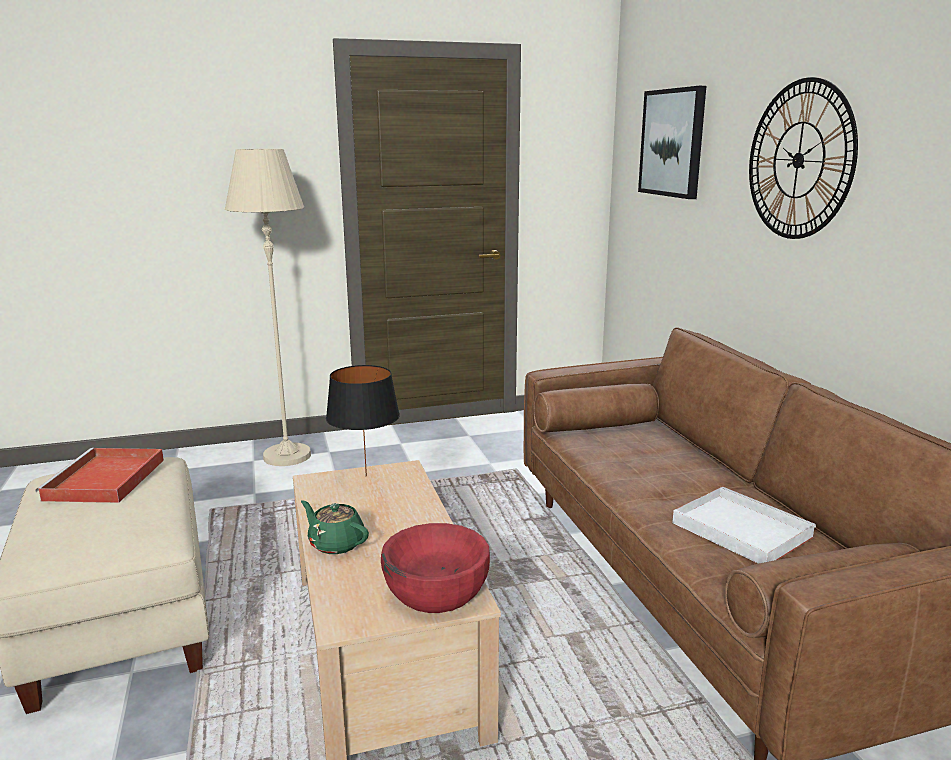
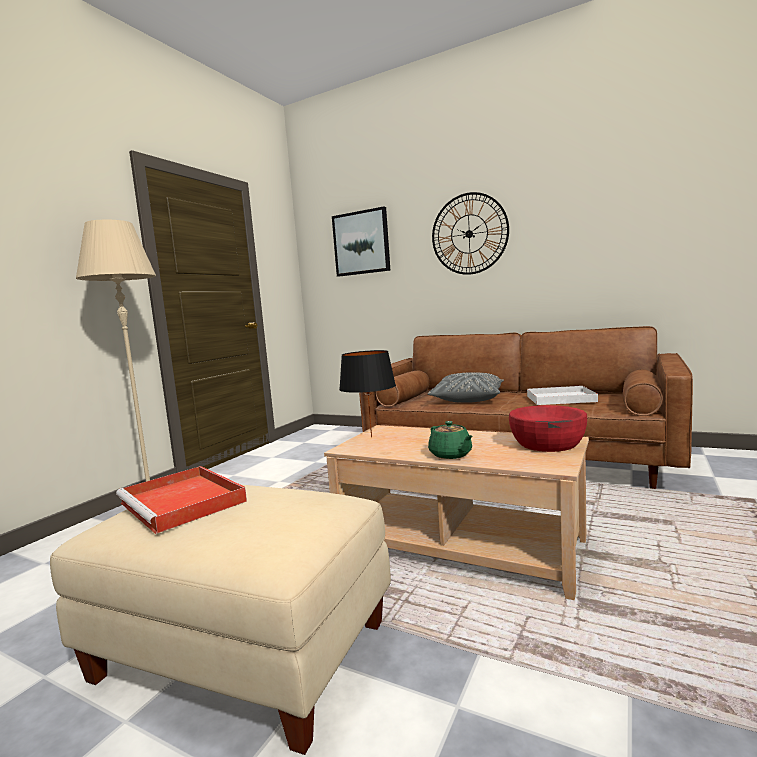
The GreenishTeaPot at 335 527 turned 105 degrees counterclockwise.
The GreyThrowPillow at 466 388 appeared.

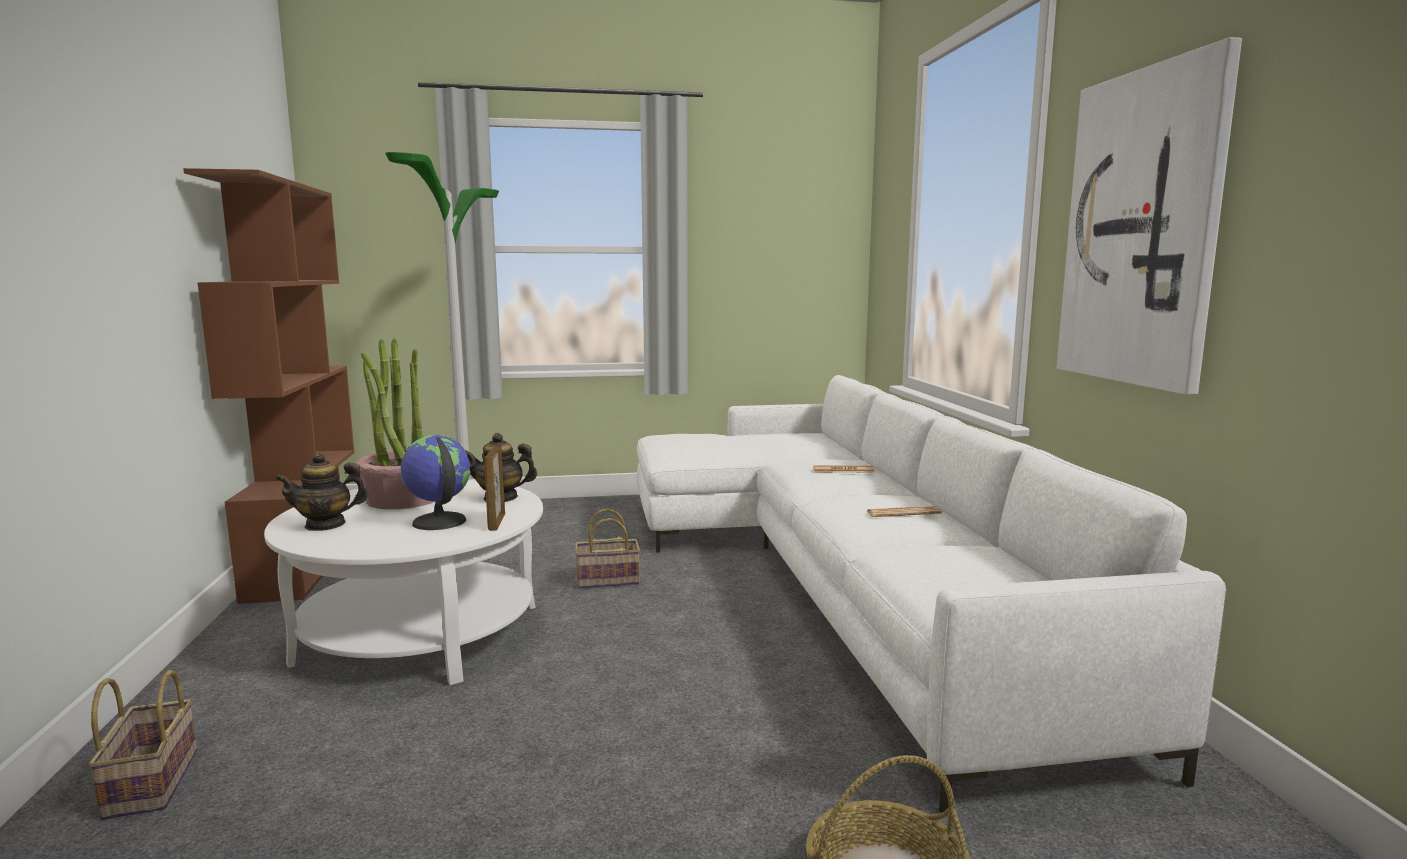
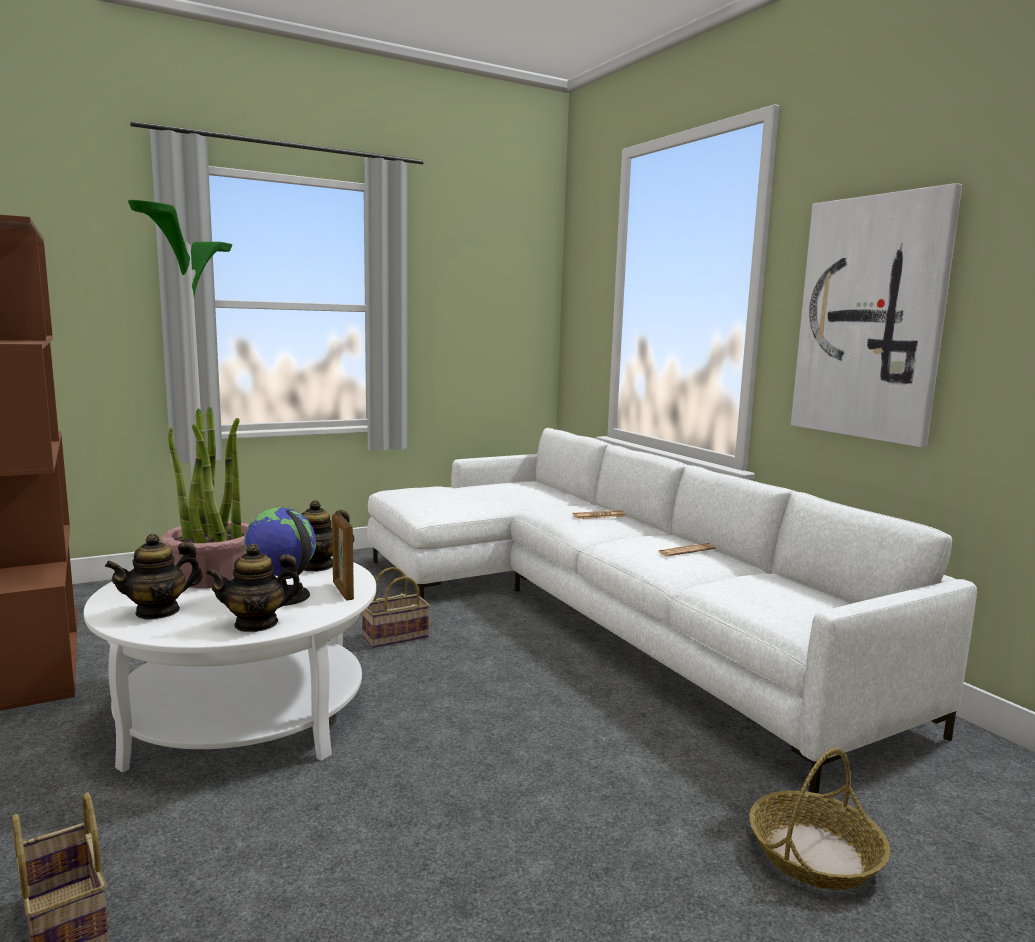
The TeaPot at 254 587 appeared.

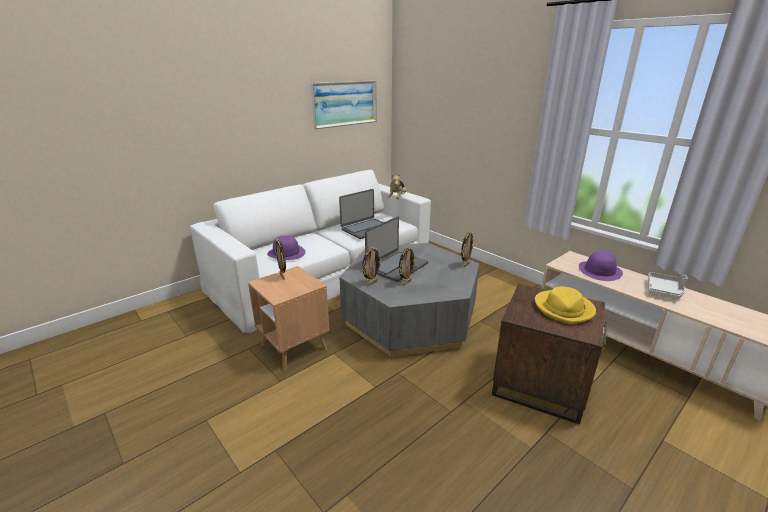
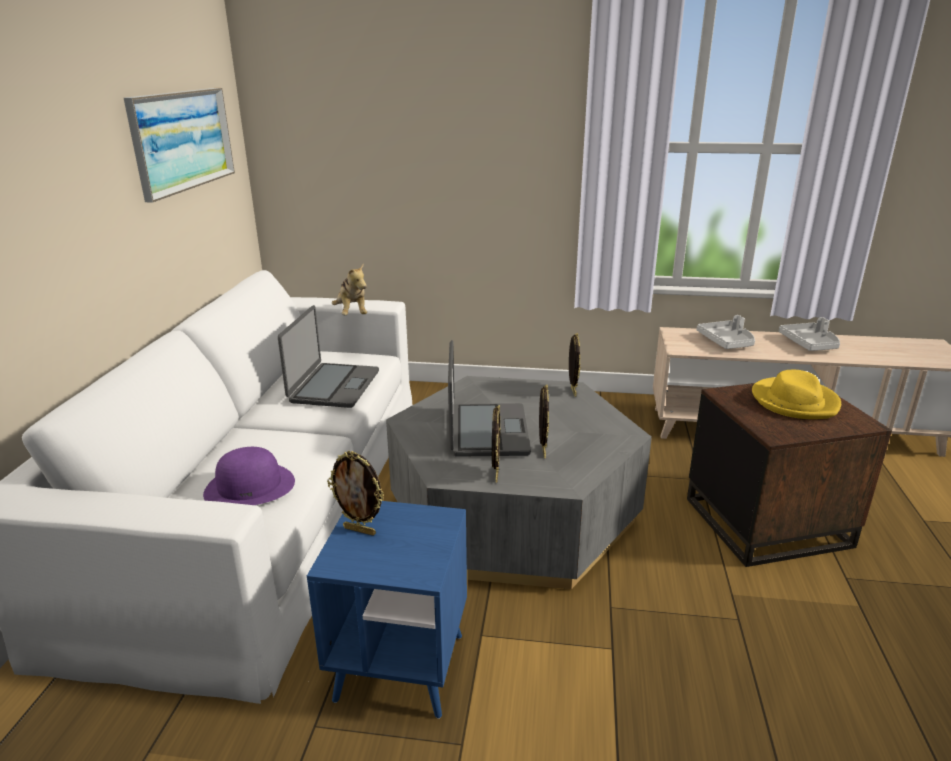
The BrownishEndTable at 289 318 became the BluishEndTable at 387 610.
The PurpleColouredHat at 601 265 was replaced by the GreyCarryingTray at 726 332.

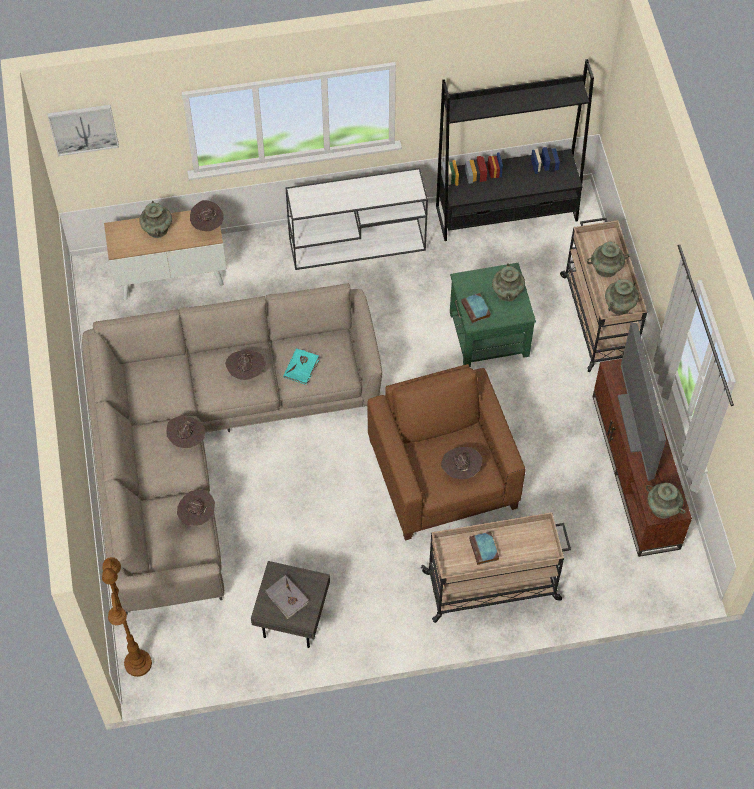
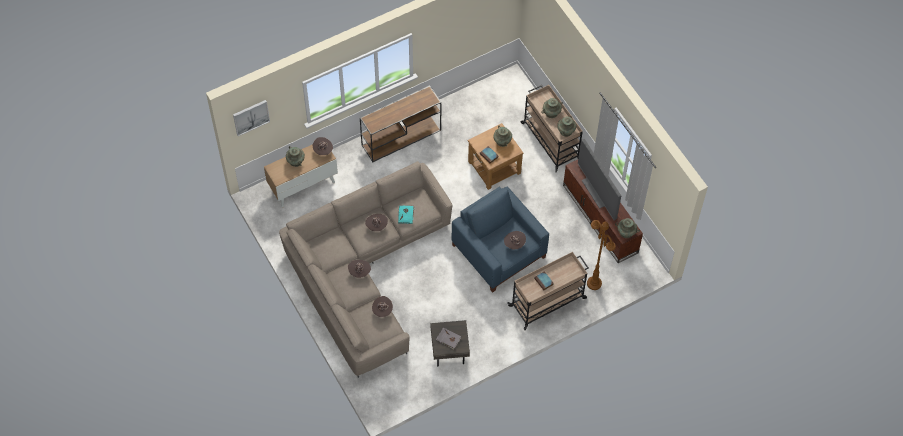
The BrownishFloorLamp moved from 127 617 to 601 255.
The WhitishNarrowTable at 357 219 became the BrownishNarrowTable at 400 123.
The BrownishLoungeChair at 446 452 became the BluishLoungeChair at 500 239.
The BlackBookshelf at 515 150 disappeared.
The GreenishEndTable at 493 314 became the BrownishEndTable at 496 156.

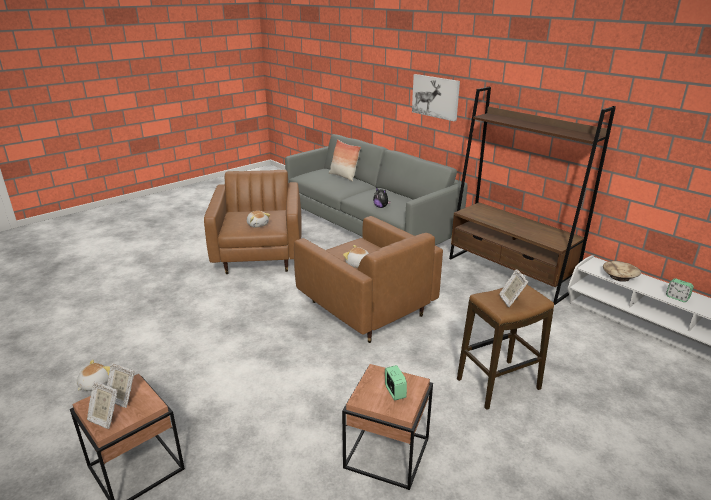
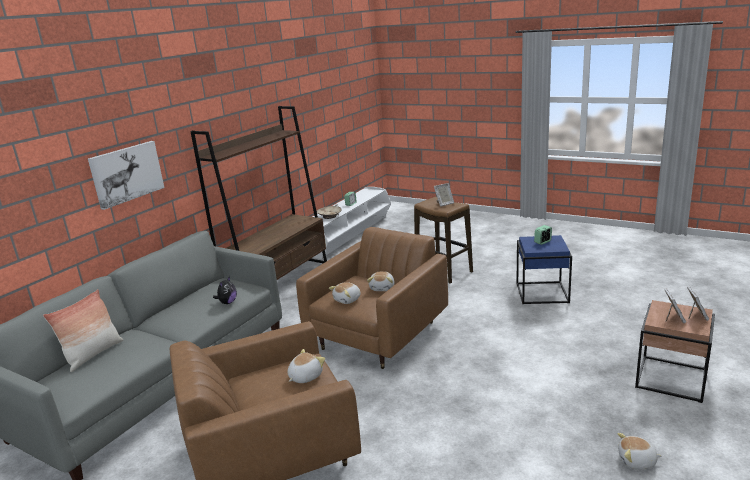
The BrownishEndTable at 387 427 became the BluishEndTable at 544 269.
The CuddlyToy at 345 293 appeared.

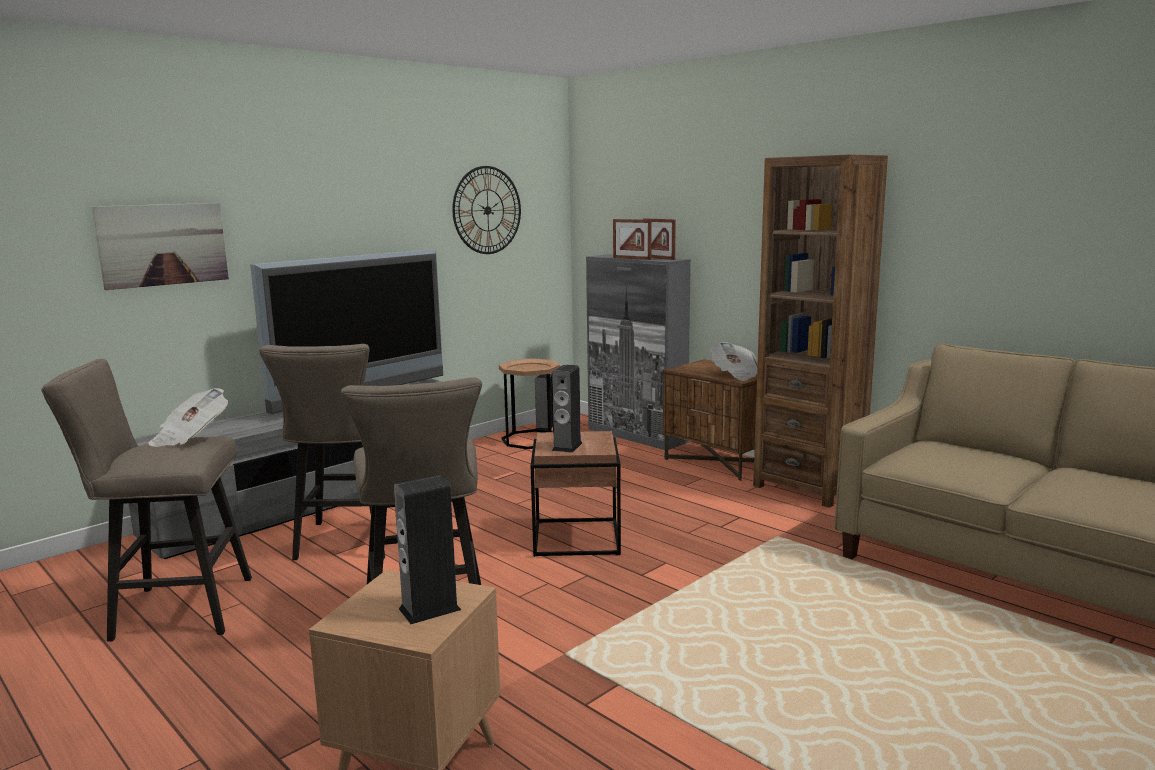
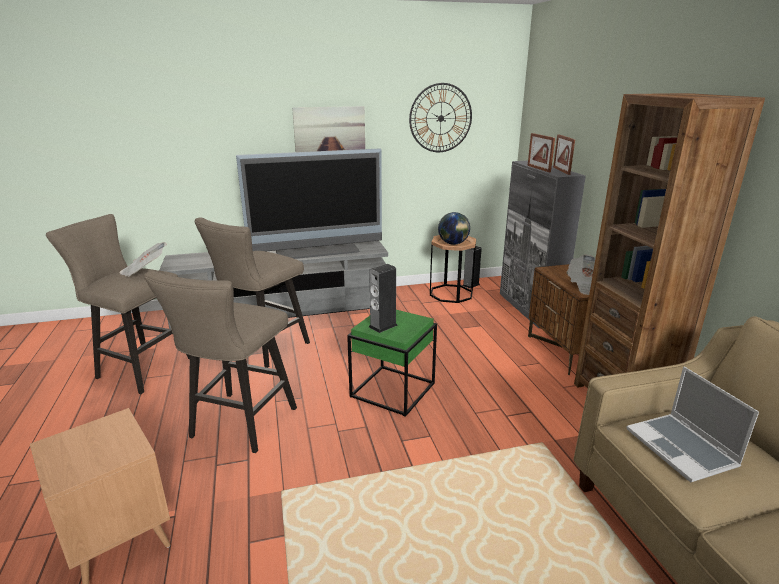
The WallArt moved from 160 246 to 328 129.
The Loudspeaker at 427 549 disappeared.
The BrownishEndTable at 576 494 became the GreenishEndTable at 392 363.
The Globe at 454 228 appeared.
The NotebookComputer at 692 424 appeared.

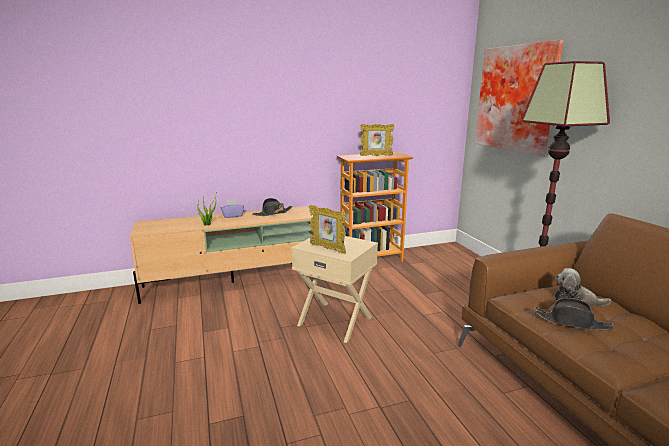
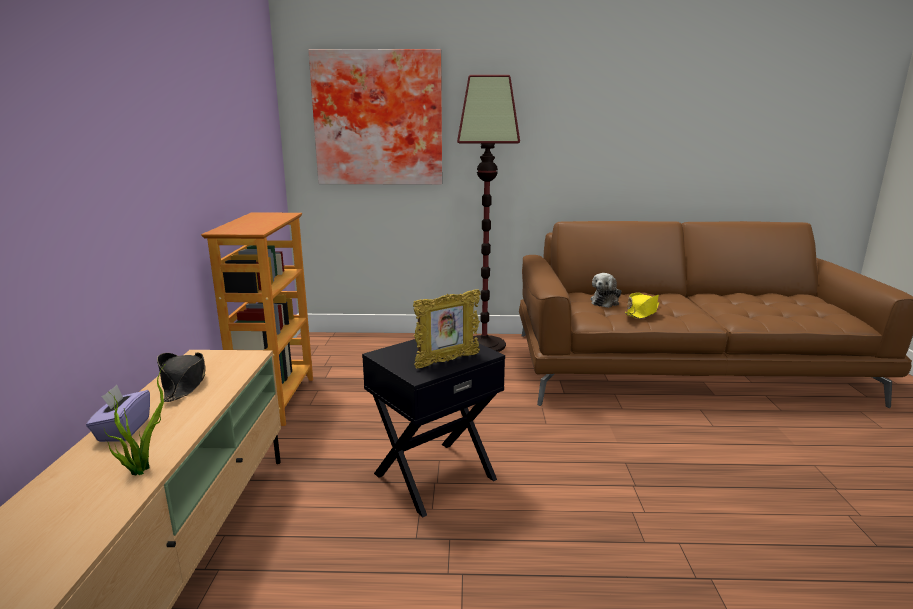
The BeigeColouredEndTable at 334 289 became the BlackEndTable at 433 428.
The PictureFrame at 377 140 disappeared.
The BlackHat at 573 314 became the YellowColouredHat at 642 306.

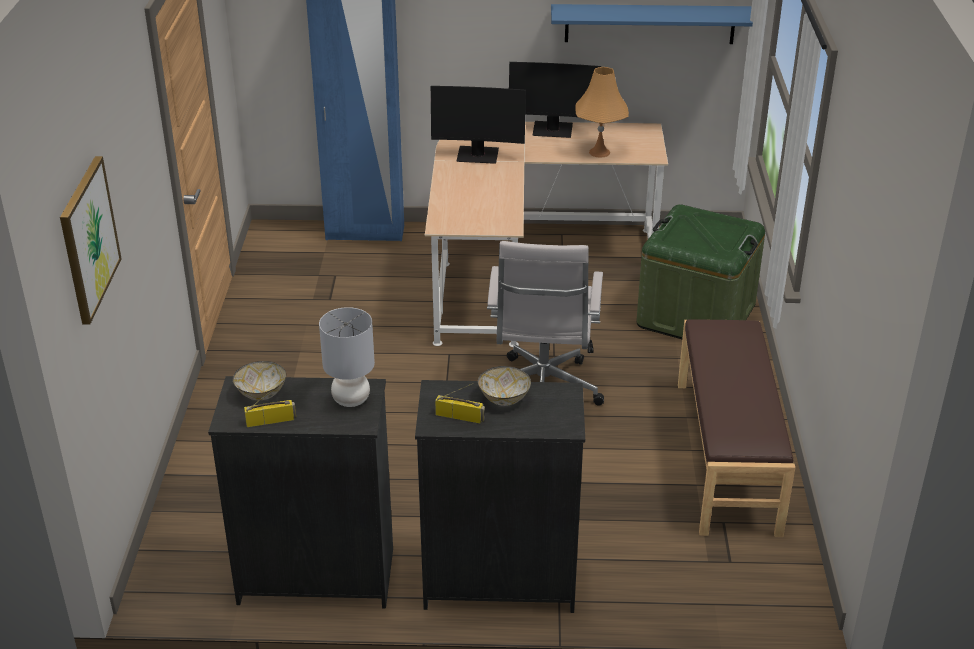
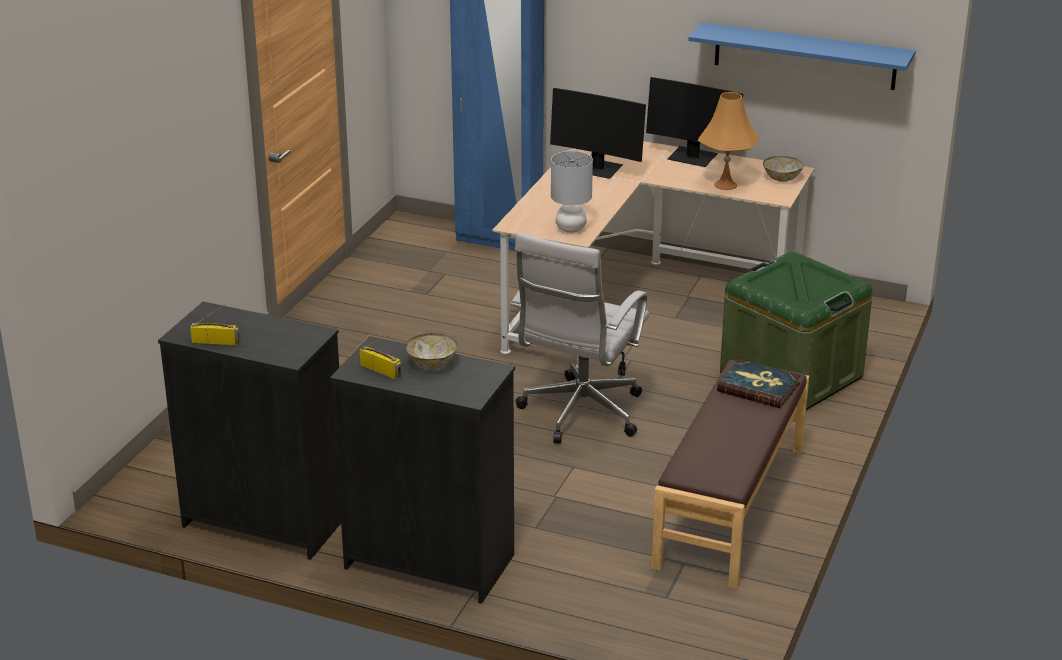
The WallArt at 91 240 disappeared.
The DeepDish moved from 259 380 to 783 169.
The GreyLampForATable moved from 347 357 to 572 192.
The BoundBook at 759 383 appeared.

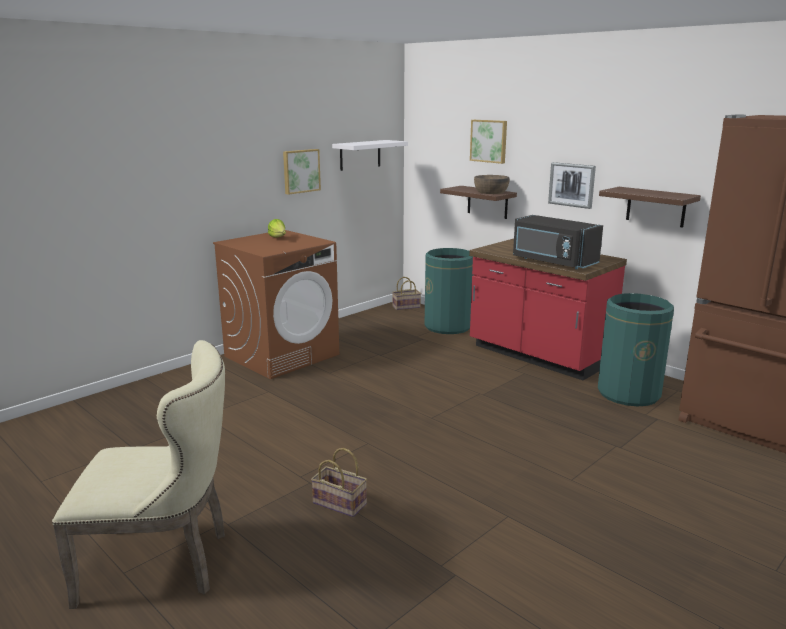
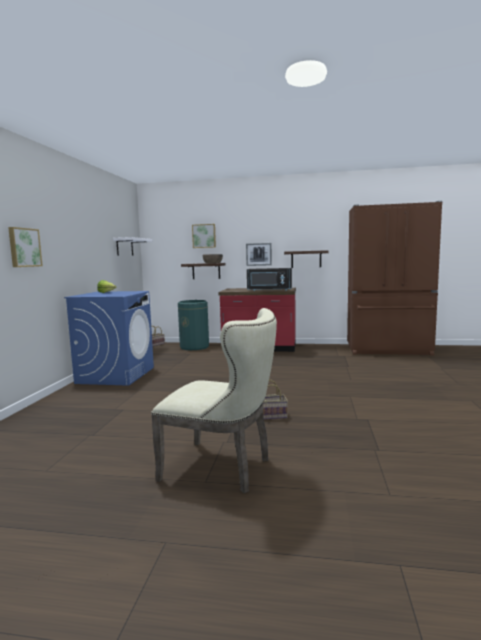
The BeigeColouredChair at 138 474 turned 60 degrees clockwise.
The BrownishWashingMachine at 276 304 became the BluishWashingMachine at 109 338.
The WallArt moved from 302 172 to 25 247.
The GreenishWasteBin at 636 349 disappeared.

